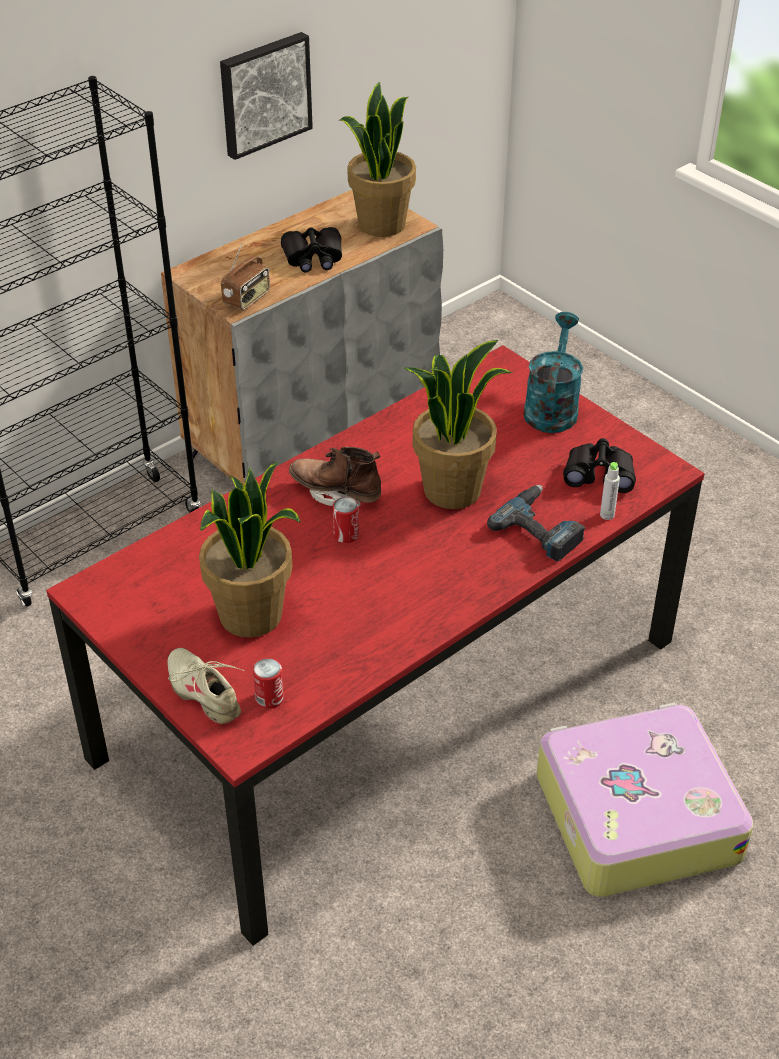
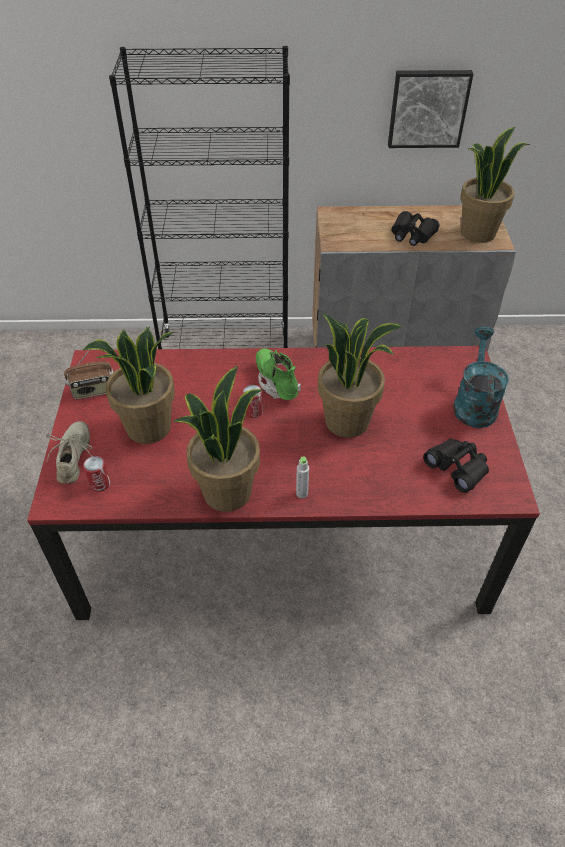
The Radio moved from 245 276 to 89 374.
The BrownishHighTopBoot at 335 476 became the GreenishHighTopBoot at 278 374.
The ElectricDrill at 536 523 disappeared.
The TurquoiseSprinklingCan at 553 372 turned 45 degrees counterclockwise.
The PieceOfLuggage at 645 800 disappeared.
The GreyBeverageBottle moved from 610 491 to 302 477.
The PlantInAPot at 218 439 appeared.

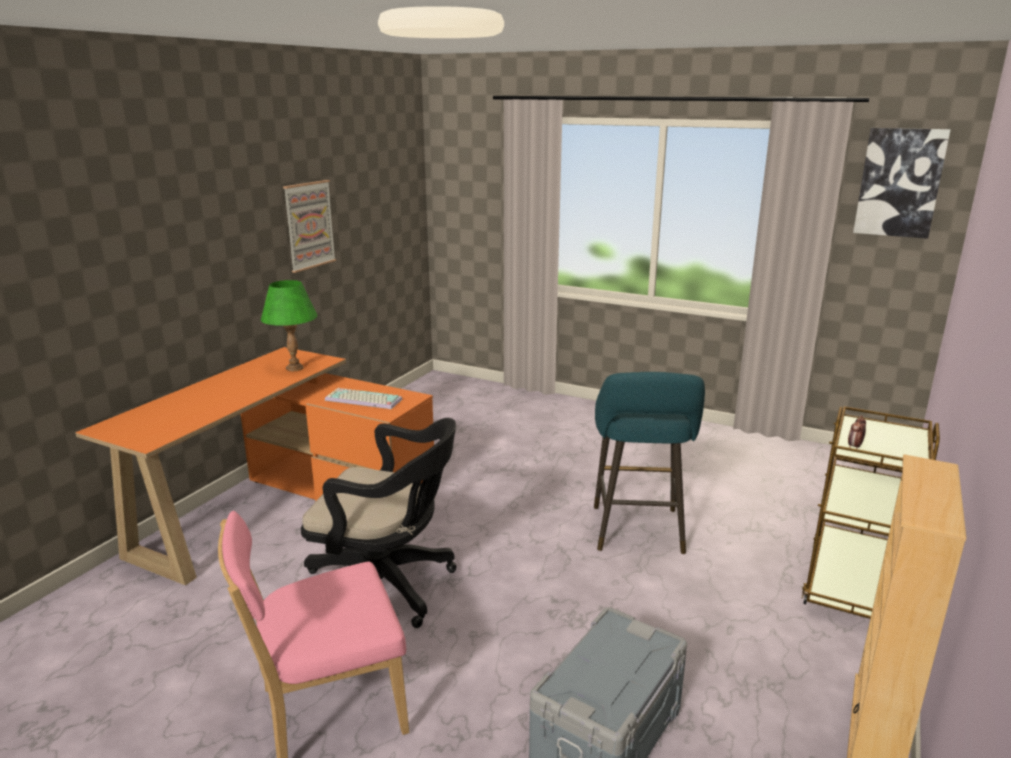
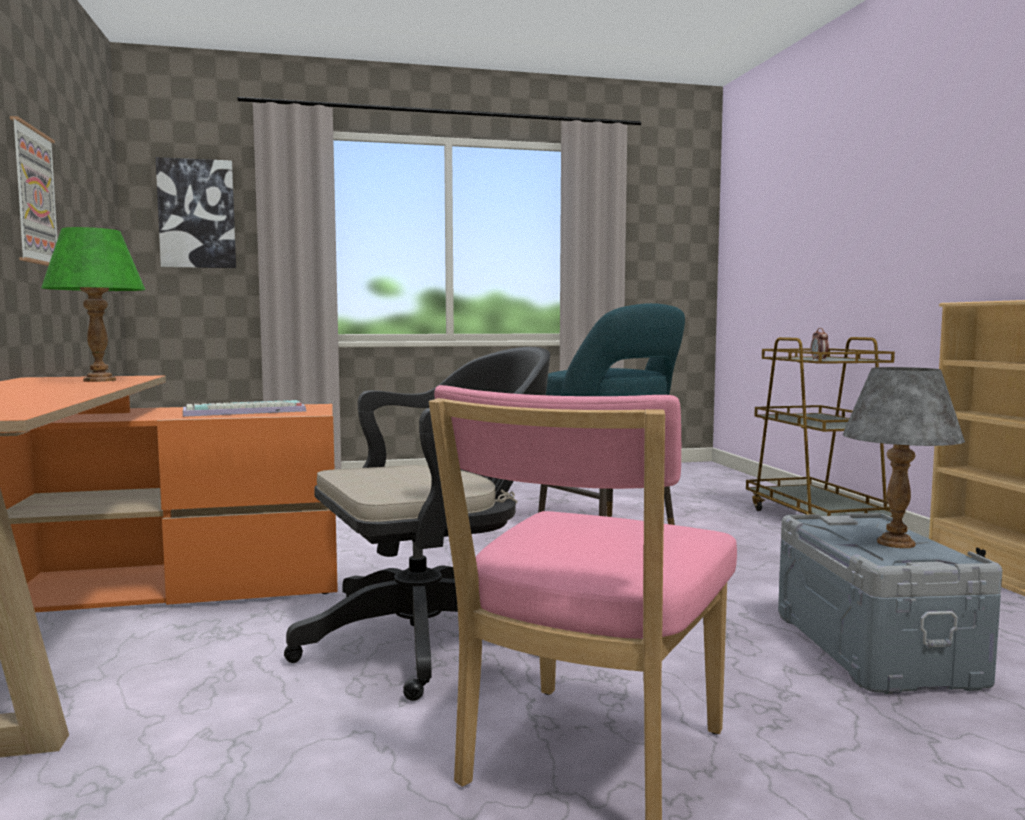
The WallArt moved from 901 183 to 196 212.
The GreyLampForATable at 904 457 appeared.

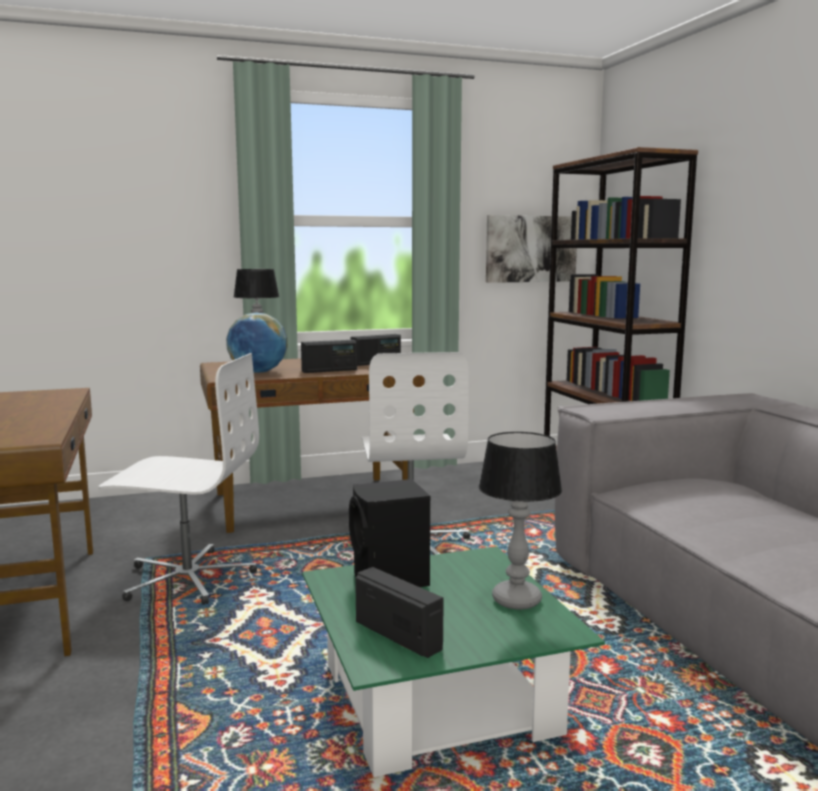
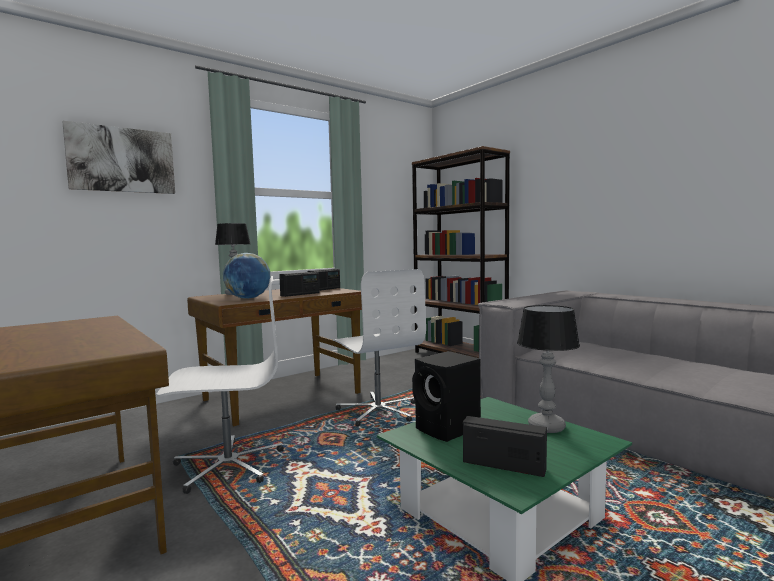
The WallArt moved from 531 249 to 119 157.

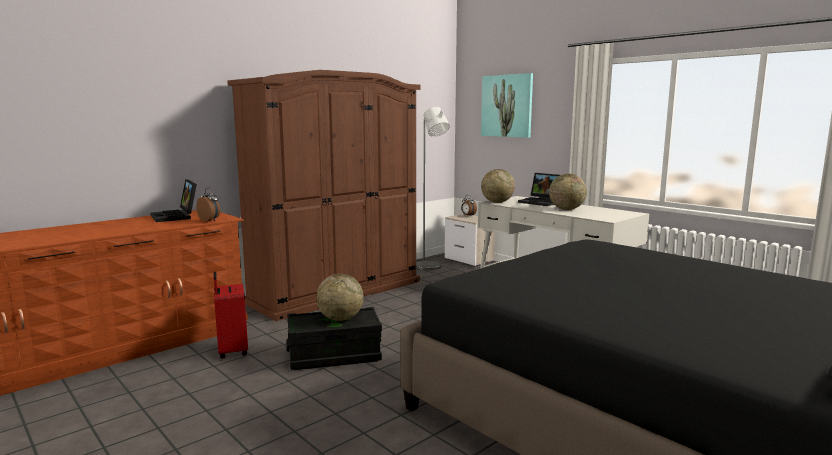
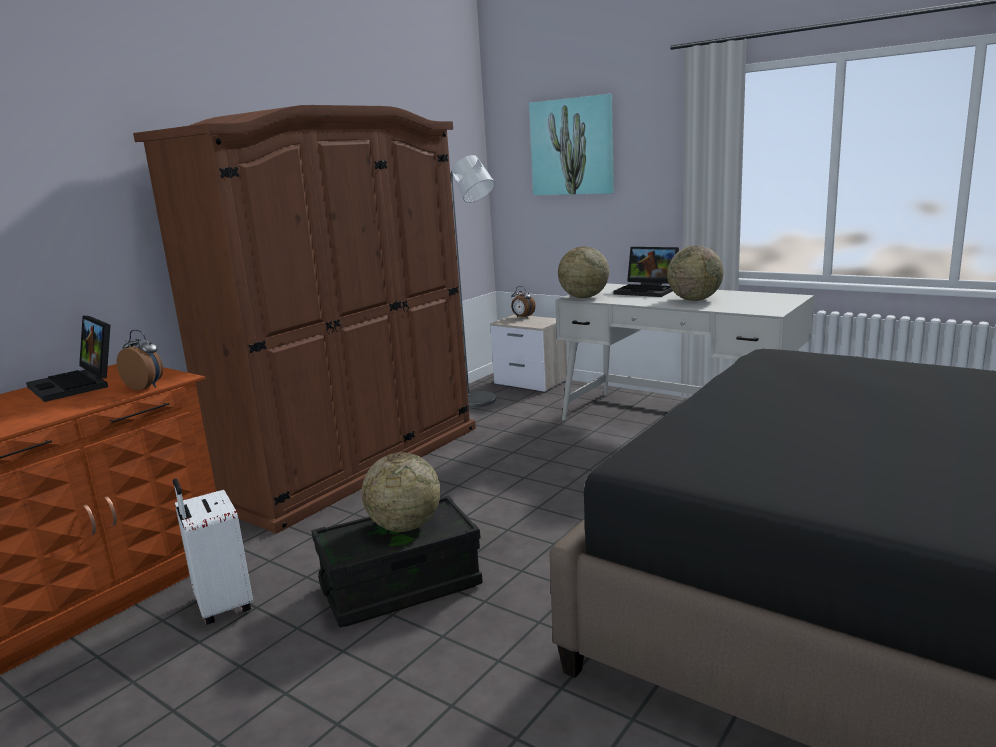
The RedColouredPieceOfLuggage at 231 315 became the WhitishPieceOfLuggage at 213 551.

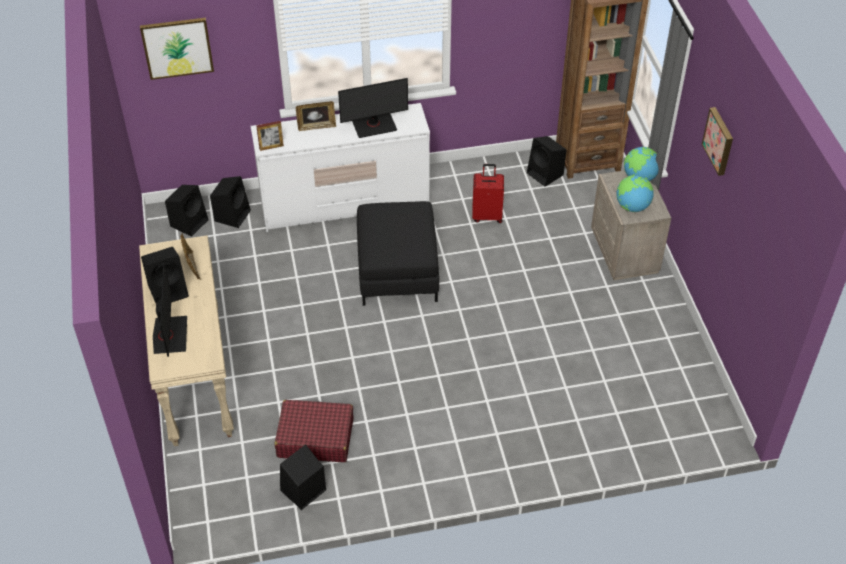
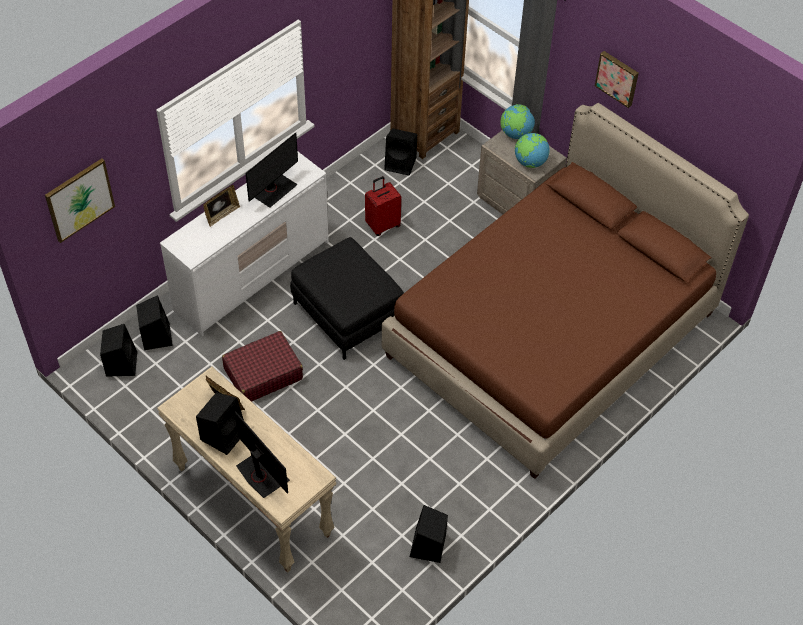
The PictureFrame at 270 136 disappeared.
The RedColouredPieceOfLuggage moved from 314 431 to 262 366.
The BrownishSleepingBed at 565 291 appeared.

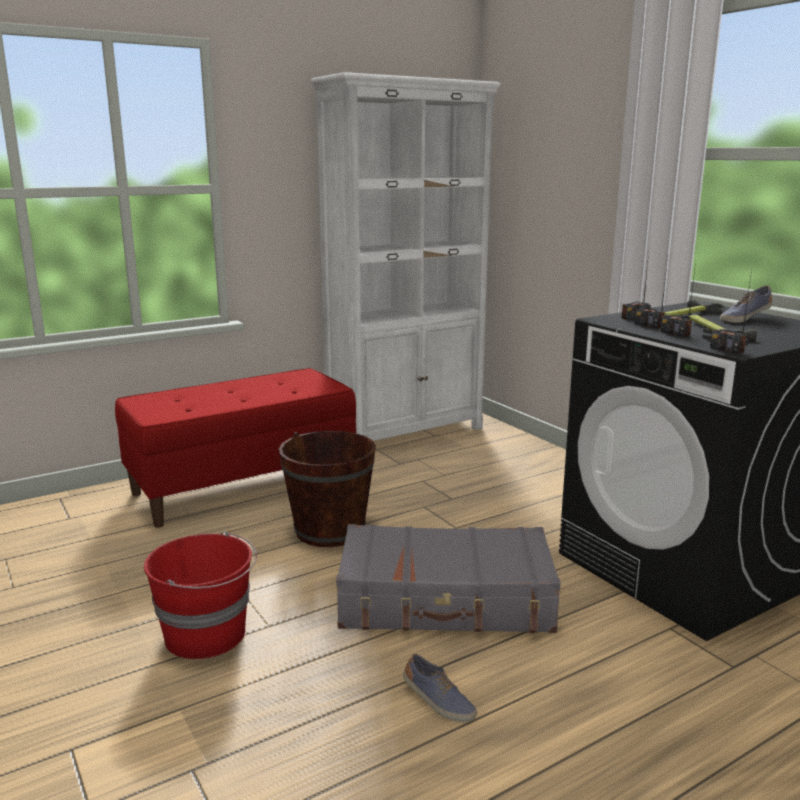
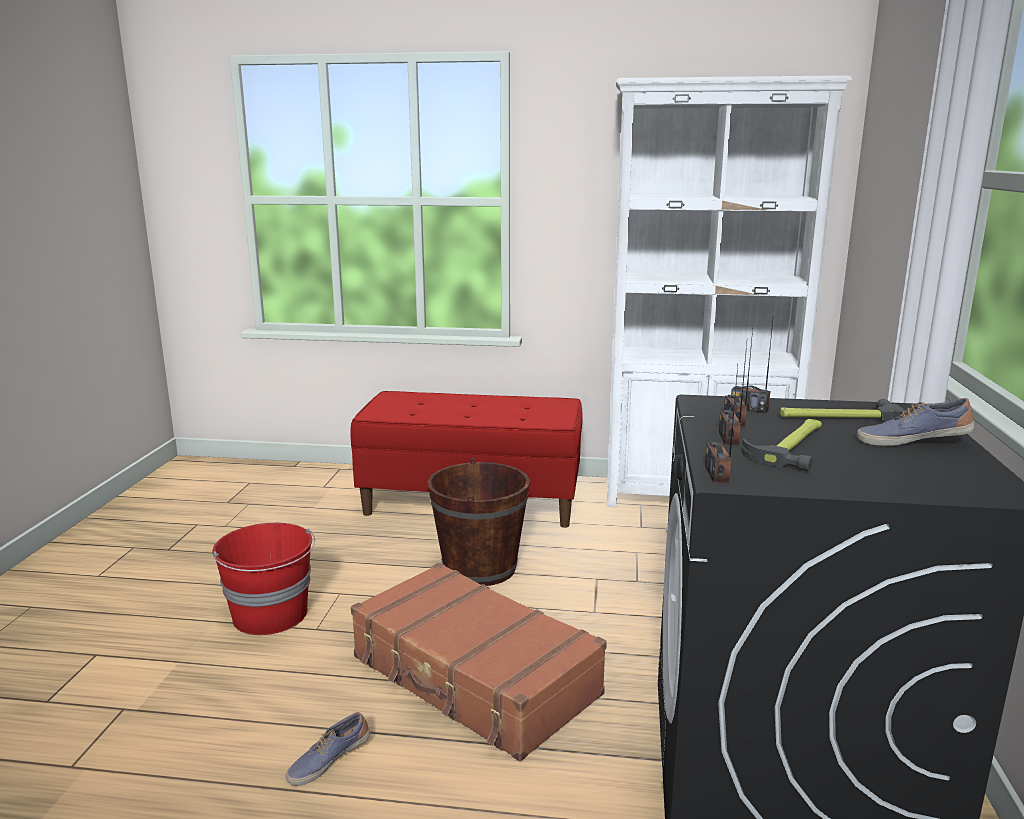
The GreyPieceOfLuggage at 448 578 became the BrownishPieceOfLuggage at 479 662.
The Shoe at 440 688 turned 60 degrees clockwise.

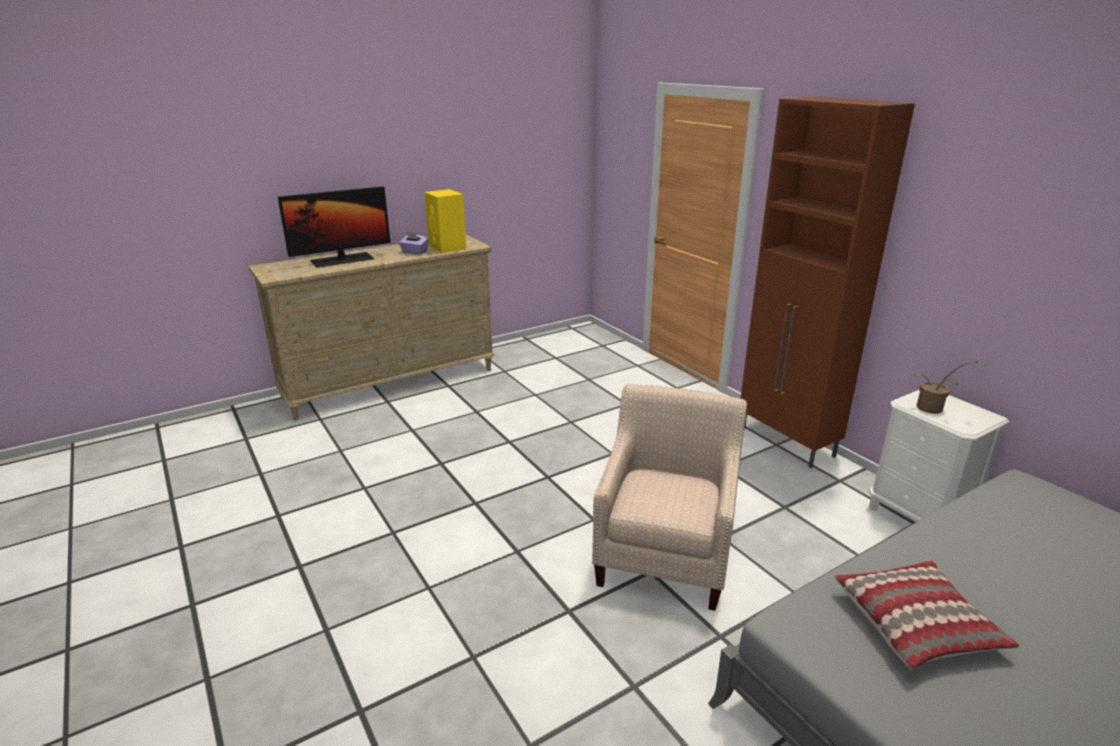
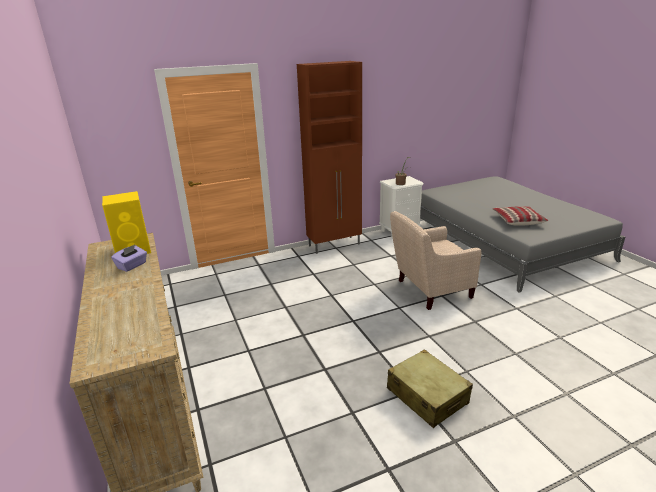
The ComputerDisplay at 334 227 disappeared.
The BeigeColouredLoungeChair at 669 497 turned 45 degrees counterclockwise.
The BeigeColouredPieceOfLuggage at 430 388 appeared.

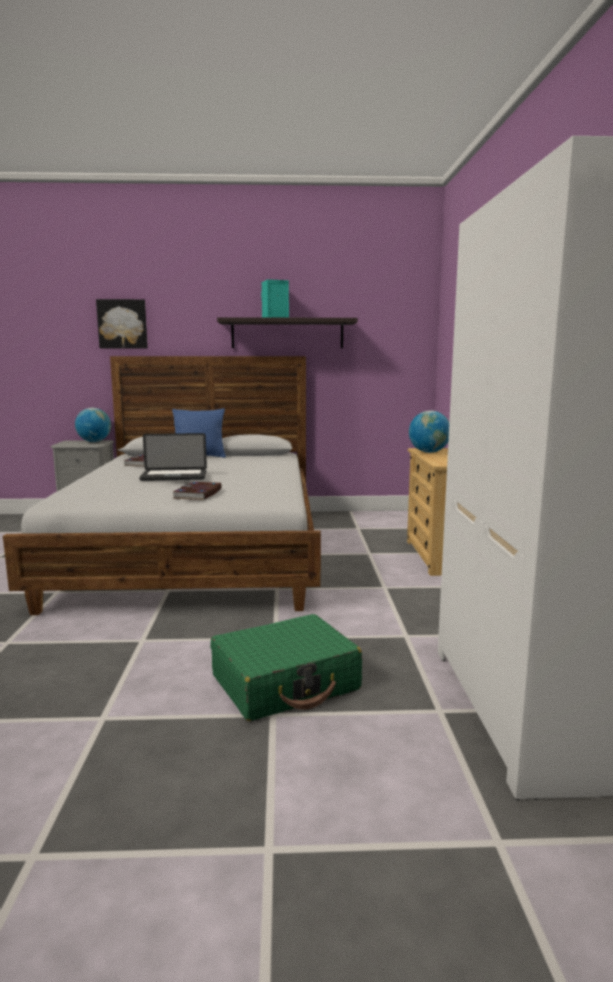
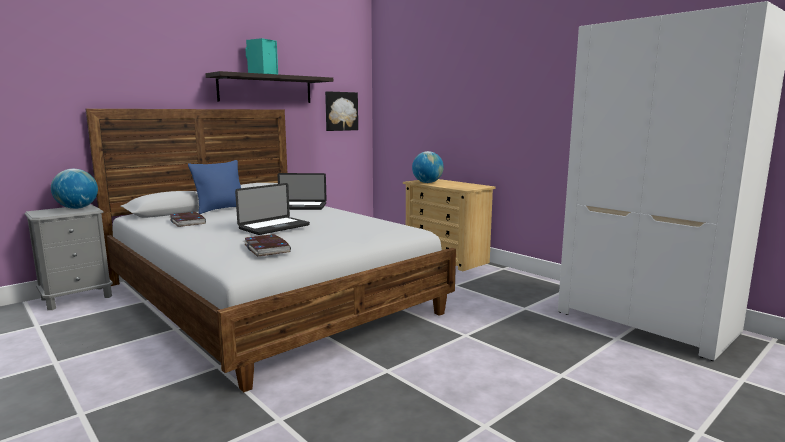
The WallArt moved from 122 323 to 341 111.
The BoundBook moved from 197 491 to 267 245.
The GreenishPieceOfLuggage at 286 667 disappeared.
The NotebookComputer at 302 191 appeared.

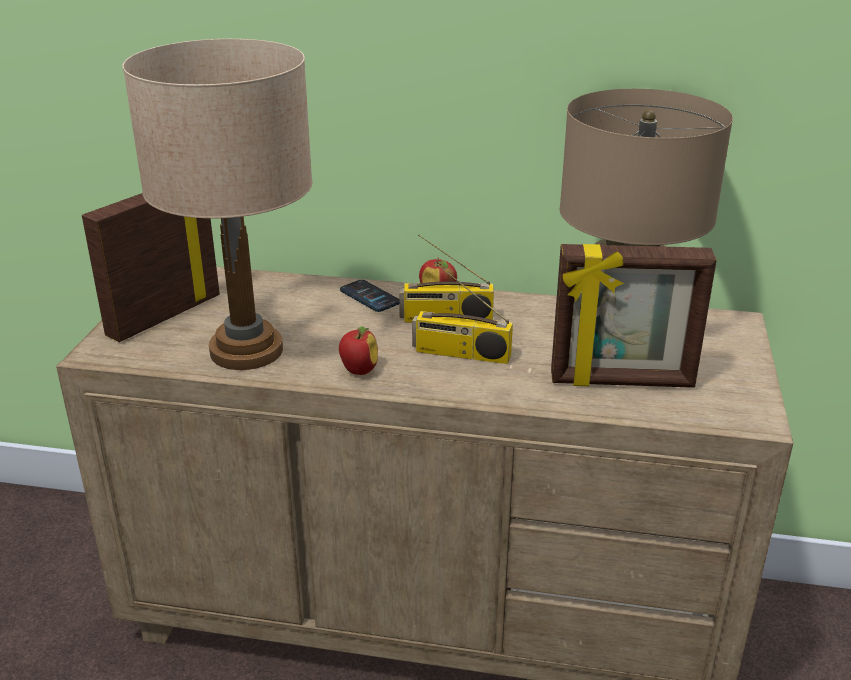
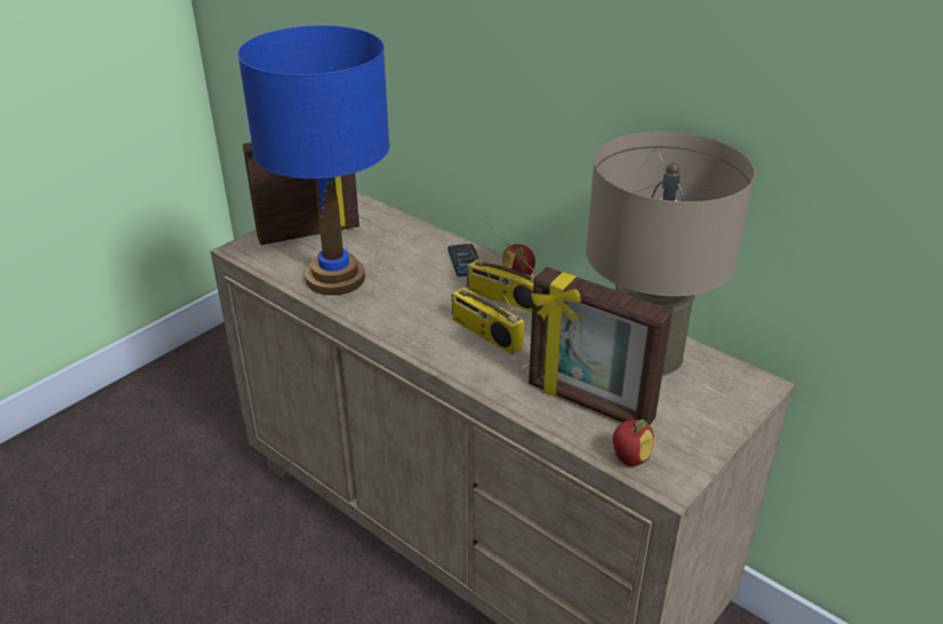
The BeigeColouredLampForATable at 217 204 became the BluishLampForATable at 314 160.
The AppleFruit moved from 358 350 to 633 443.

